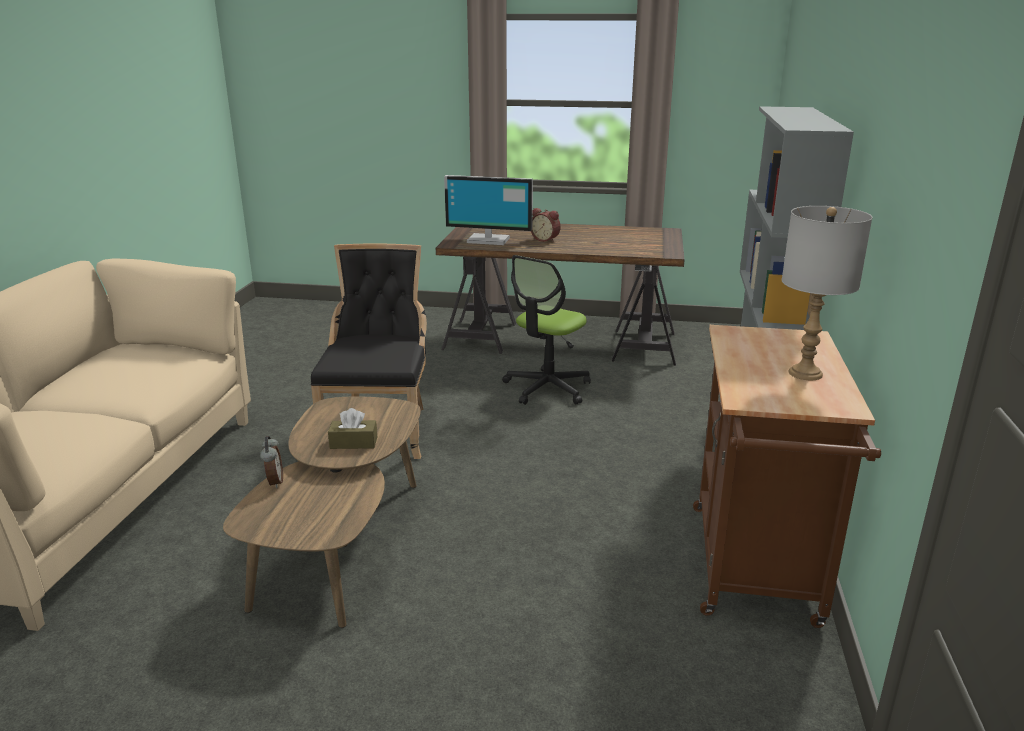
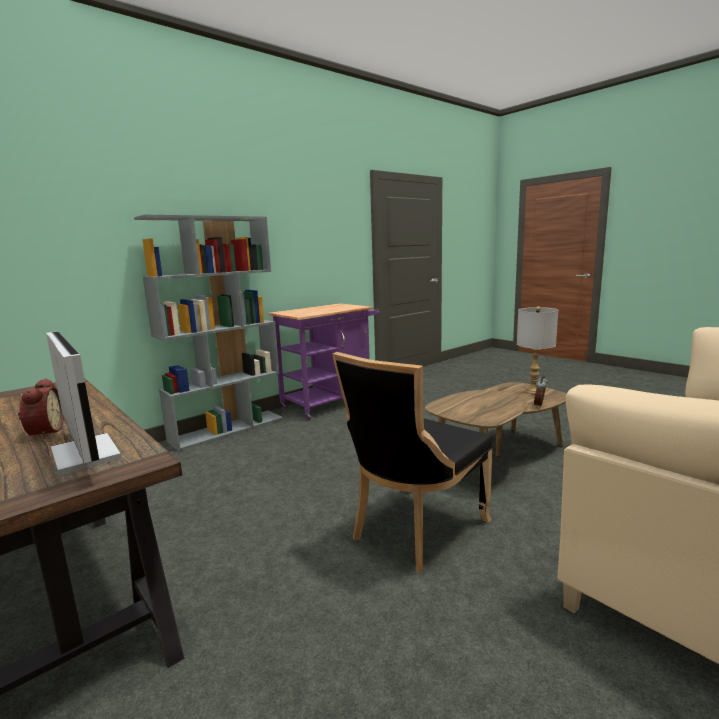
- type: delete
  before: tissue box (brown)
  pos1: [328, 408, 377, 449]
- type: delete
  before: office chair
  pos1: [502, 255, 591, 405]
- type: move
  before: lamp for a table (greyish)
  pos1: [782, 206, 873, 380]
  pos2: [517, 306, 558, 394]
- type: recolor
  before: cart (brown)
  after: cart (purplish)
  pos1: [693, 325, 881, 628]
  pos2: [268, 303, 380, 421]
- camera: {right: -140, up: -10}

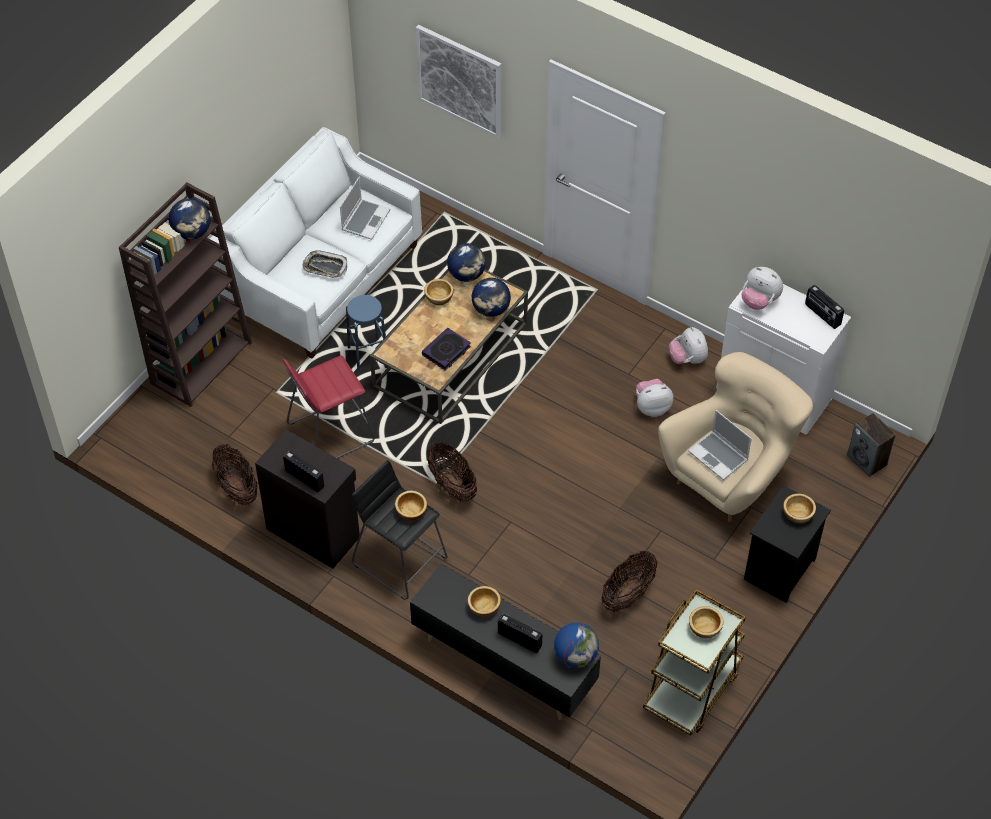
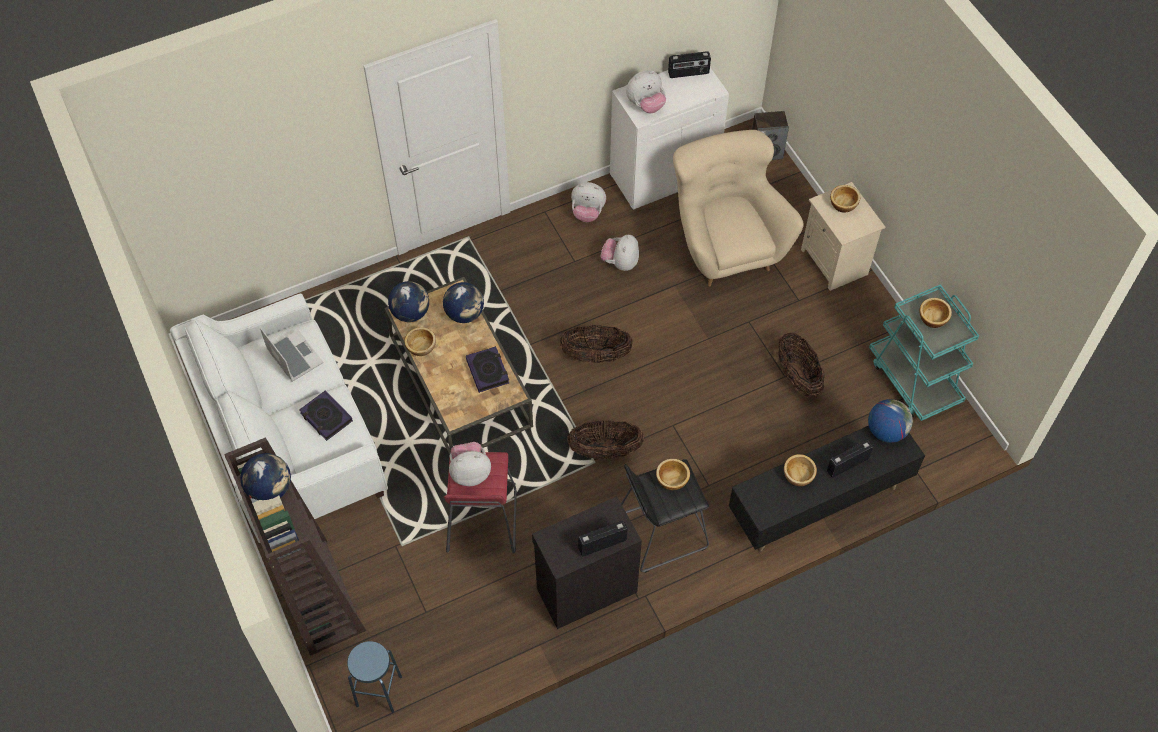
- type: delete
  before: wall art
  pos1: [416, 25, 501, 138]
- type: delete
  before: laptop
  pos1: [688, 410, 752, 480]
- type: insert
  after: soft toy
  pos2: [449, 442, 491, 486]
- type: move
  before: household basket
  pos1: [212, 444, 257, 506]
  pos2: [560, 325, 633, 363]
- type: move
  before: sitting stool (bluish)
  pos1: [346, 295, 386, 371]
  pos2: [347, 641, 402, 713]
- type: replace
  before: tray
  after: bound book
  pos1: [302, 250, 347, 278]
  pos2: [299, 390, 353, 441]
- type: recolor
  before: cart (brown)
  after: cart (turquoise)
  pos1: [643, 589, 746, 736]
  pos2: [869, 284, 979, 421]
- type: recolor
  before: nightstand (black-coloured)
  after: nightstand (beige)
  pos1: [744, 485, 831, 603]
  pos2: [801, 182, 885, 291]
- camera: {right: -60, up: 5}

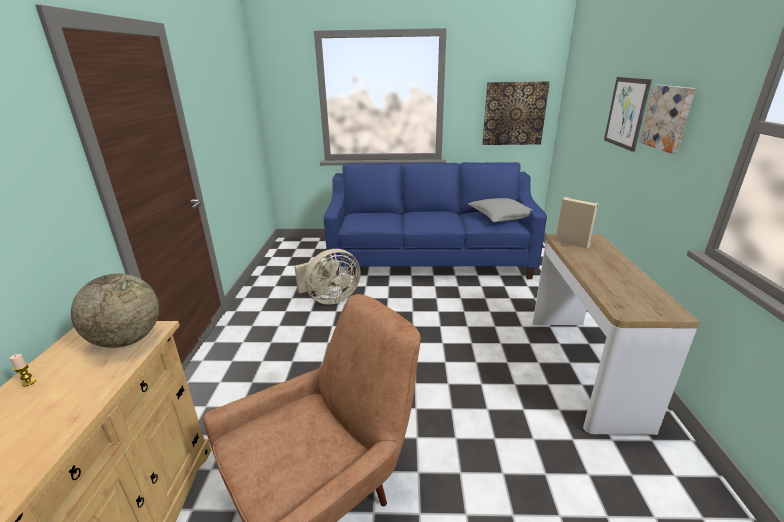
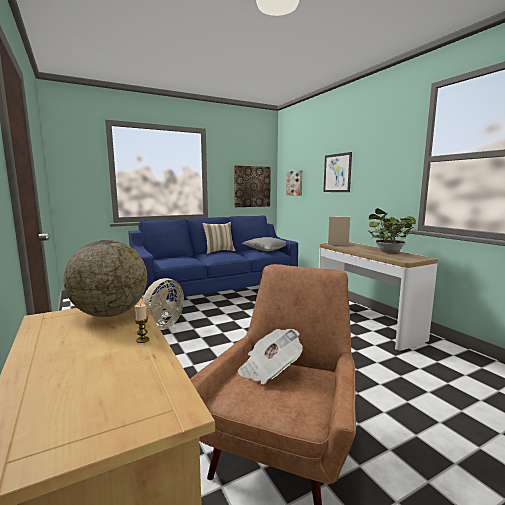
- type: insert
  after: pillow (beige)
  pos2: [202, 222, 236, 254]
- type: insert
  after: printed paper
  pos2: [238, 329, 303, 384]
- type: insert
  after: potted plant
  pos2: [367, 208, 416, 253]
- type: move
  before: wax candle
  pos1: [9, 354, 36, 387]
  pos2: [135, 304, 149, 343]
- type: move
  before: wall art
  pos1: [640, 85, 696, 153]
  pos2: [286, 170, 303, 196]
- camera: {right: -30, up: -15}

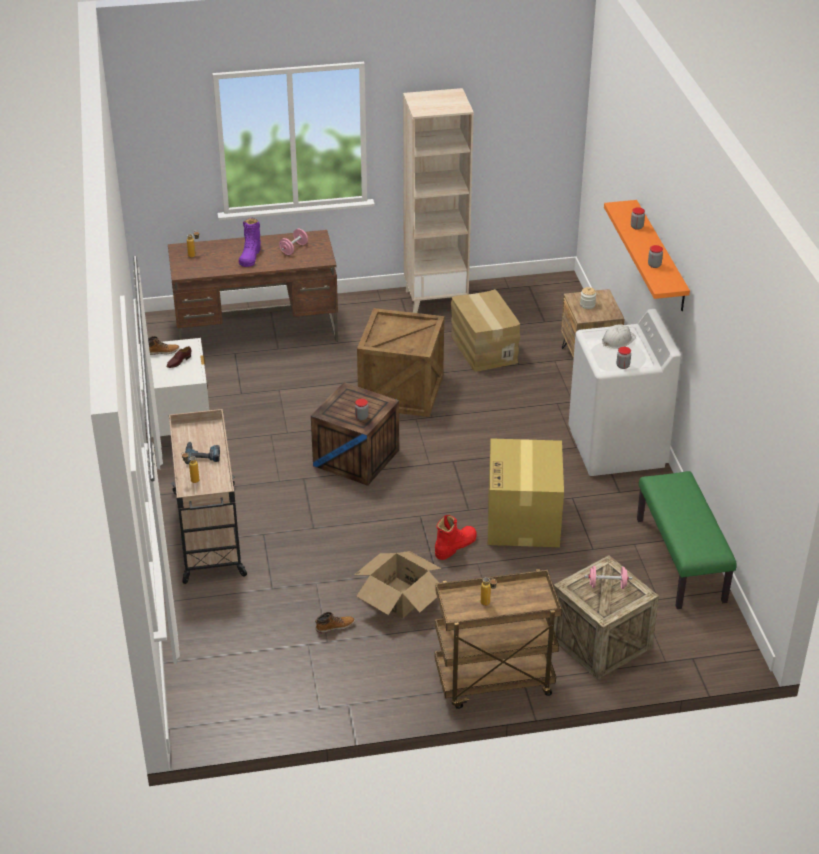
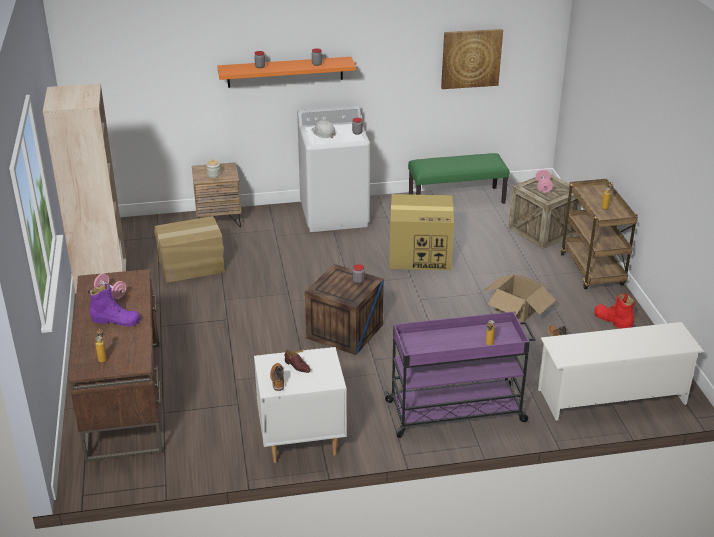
- type: delete
  before: electric drill
  pos1: [185, 442, 220, 464]
- type: delete
  before: packing crate
  pos1: [357, 308, 444, 417]
- type: insert
  after: wall art
  pos2: [441, 29, 503, 89]
- type: insert
  after: shoe shelf (whitish)
  pos2: [538, 322, 704, 420]
- type: move
  before: boot (red)
  pos1: [435, 515, 477, 560]
  pos2: [594, 294, 636, 329]
- type: recolor
  before: cart (beige)
  after: cart (purplish)
  pos1: [169, 409, 247, 584]
  pos2: [384, 312, 536, 438]
- camera: {right: -90, up: -5}

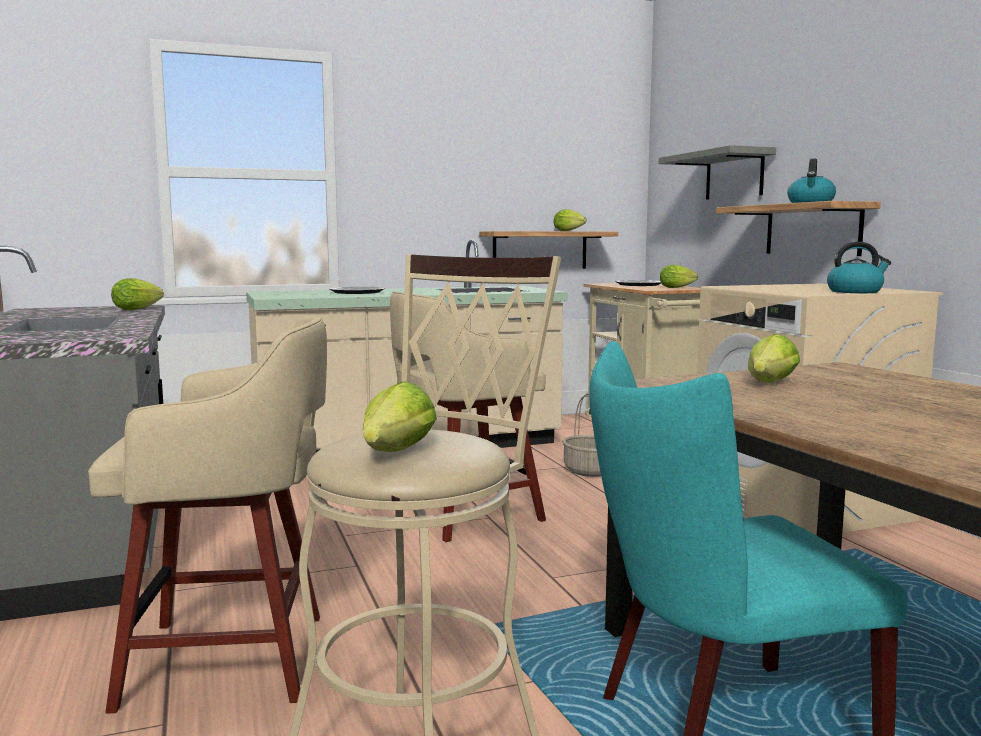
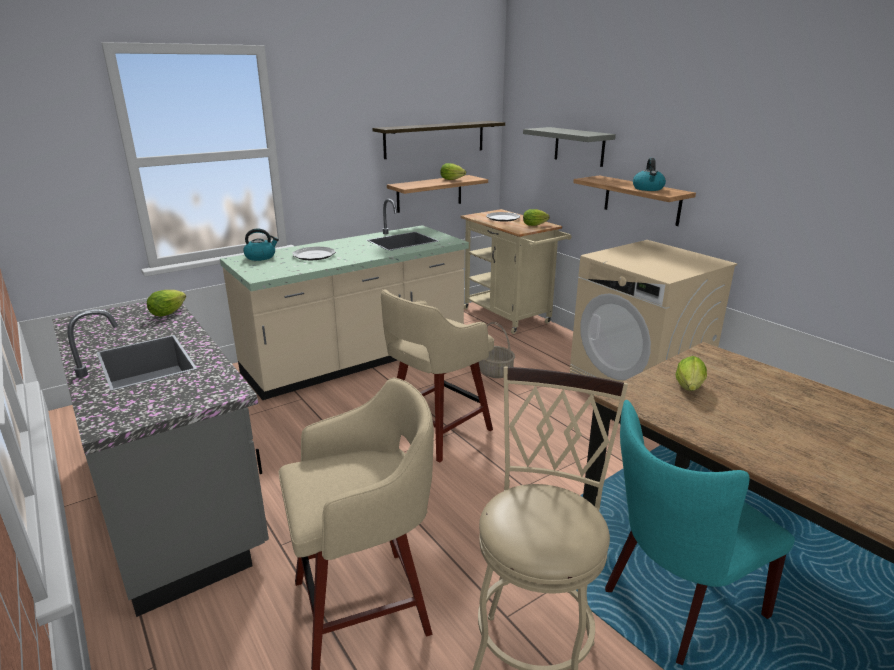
- type: delete
  before: lettuce head
  pos1: [363, 381, 437, 452]
- type: insert
  after: bracket shelf
  pos2: [372, 121, 505, 159]
- type: move
  before: kettle
  pos1: [827, 242, 891, 293]
  pos2: [243, 228, 279, 261]
- camera: {right: -15, up: 15}

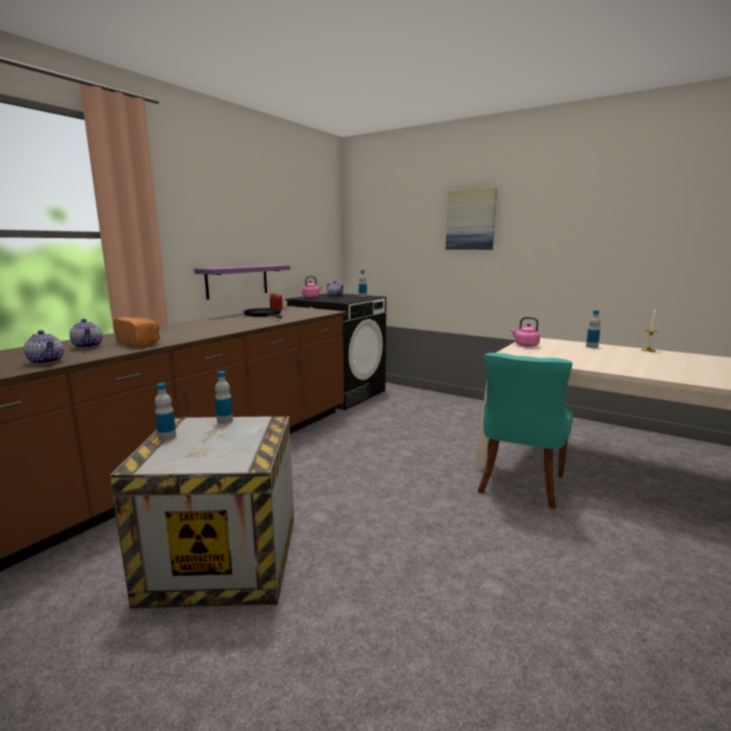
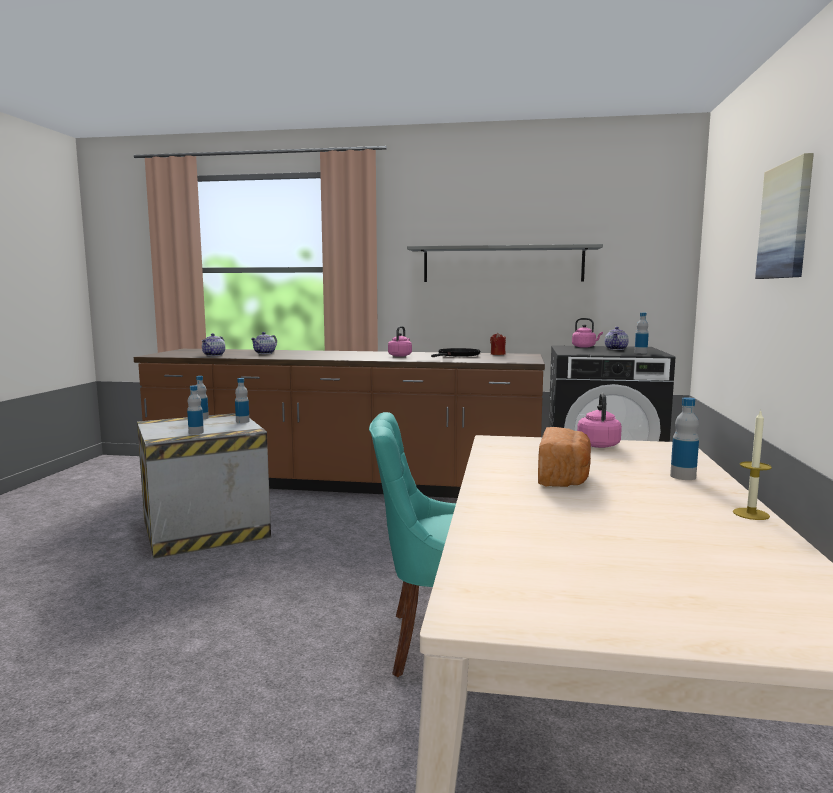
- type: delete
  before: bracket shelf (purplish)
  pos1: [194, 265, 290, 300]
- type: insert
  after: drink bottle
  pos2: [187, 385, 204, 434]
- type: insert
  after: kettle (pink-coloured)
  pos2: [388, 326, 412, 357]
- type: insert
  after: bracket shelf (greyish)
  pos2: [407, 244, 603, 282]
- type: move
  before: baked bread
  pos1: [114, 317, 160, 347]
  pos2: [538, 427, 591, 487]
- camera: {right: 65, up: -5}

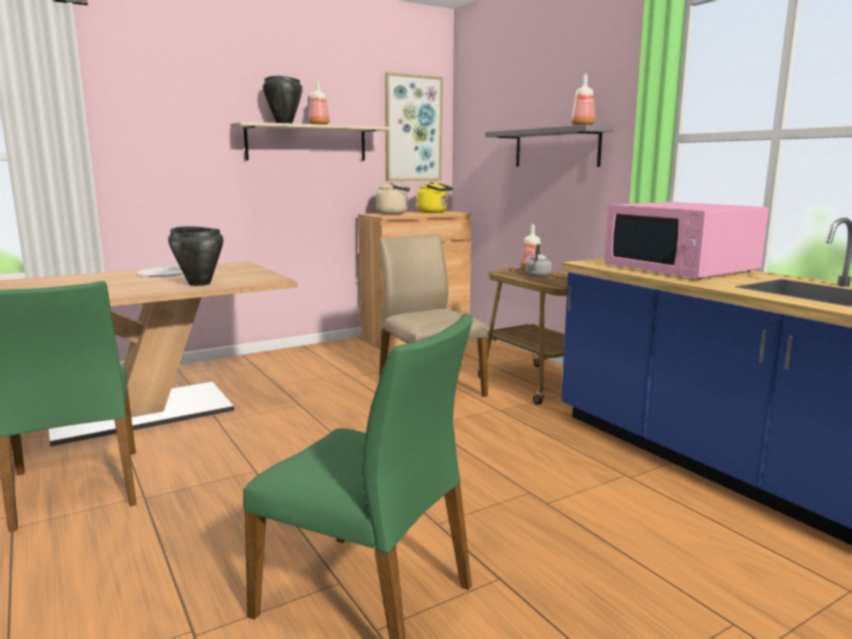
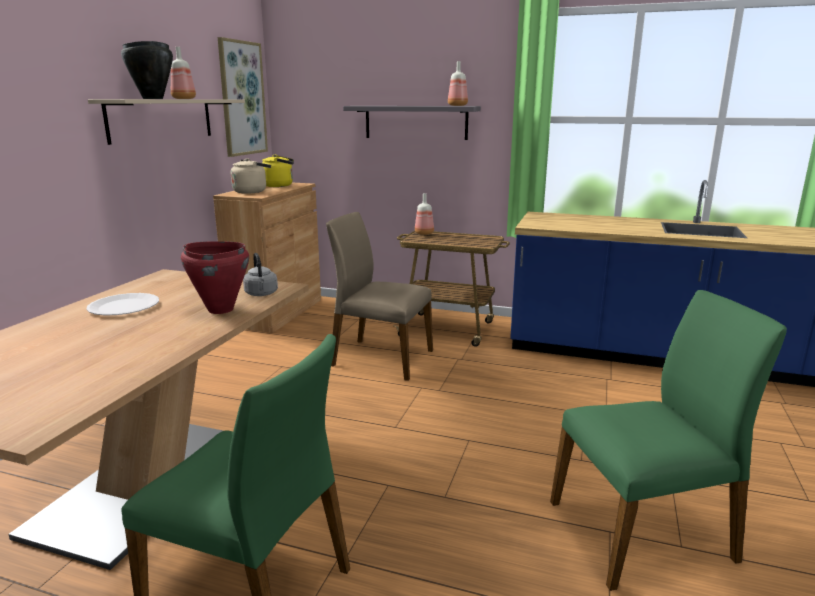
- type: delete
  before: microwave oven (pink-coloured)
  pos1: [604, 202, 769, 279]
- type: move
  before: kettle (greyish)
  pos1: [525, 244, 552, 277]
  pos2: [243, 253, 278, 296]
- type: recolor
  before: saucepot (black-coloured)
  after: saucepot (red)
  pos1: [168, 226, 223, 286]
  pos2: [181, 241, 249, 314]
- camera: {right: -40, up: 5}

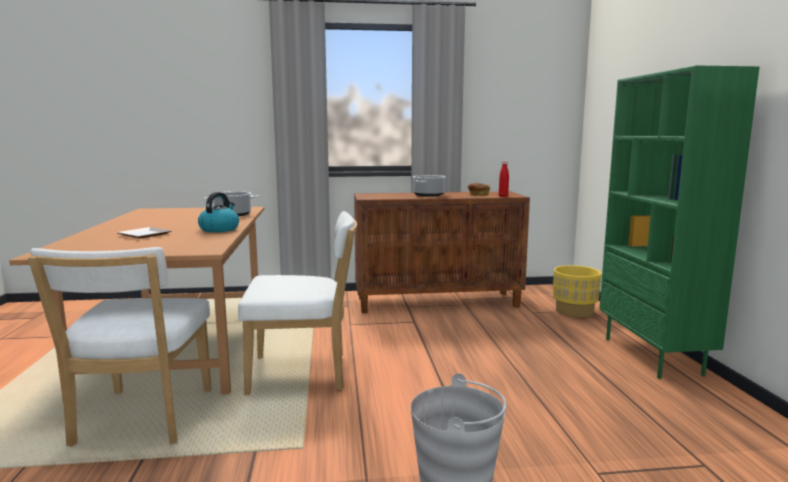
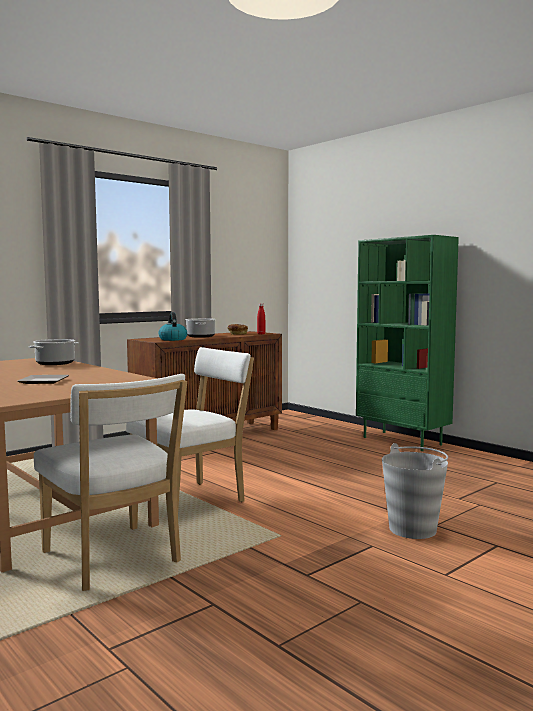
- type: delete
  before: plant pot (yellowish)
  pos1: [553, 265, 602, 318]
- type: move
  before: kettle
  pos1: [198, 192, 239, 232]
  pos2: [159, 312, 187, 341]
- camera: {right: -35, up: -5}

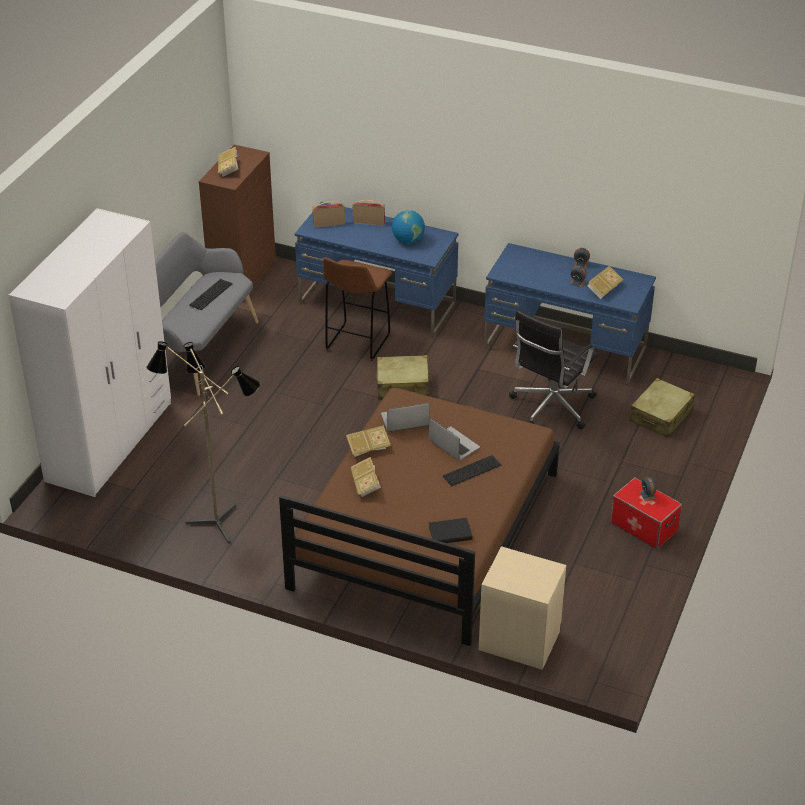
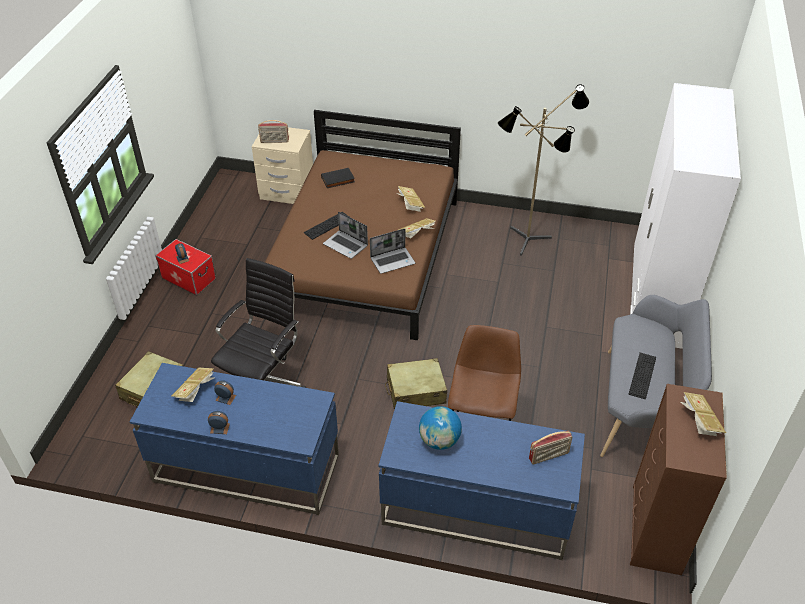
- type: move
  before: radio set
  pos1: [352, 200, 385, 226]
  pos2: [258, 120, 289, 143]
- camera: {right: 170, up: 5}

